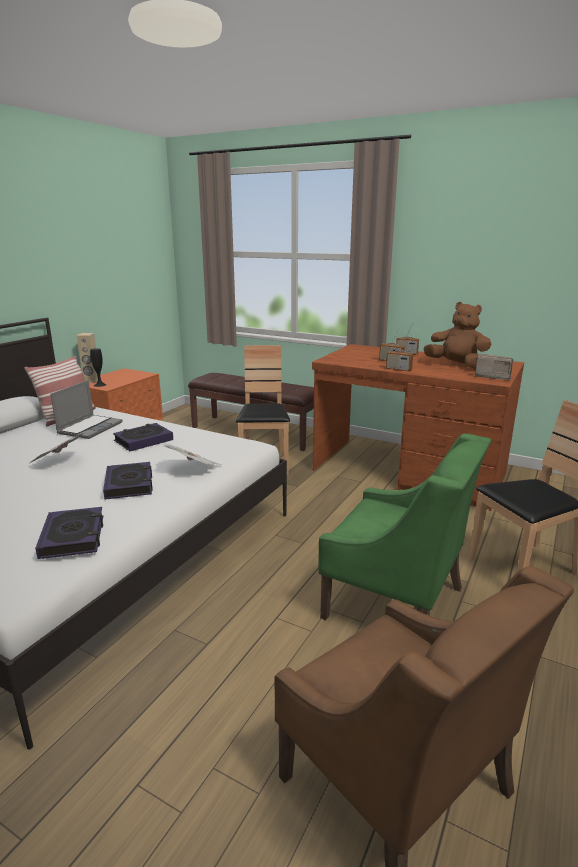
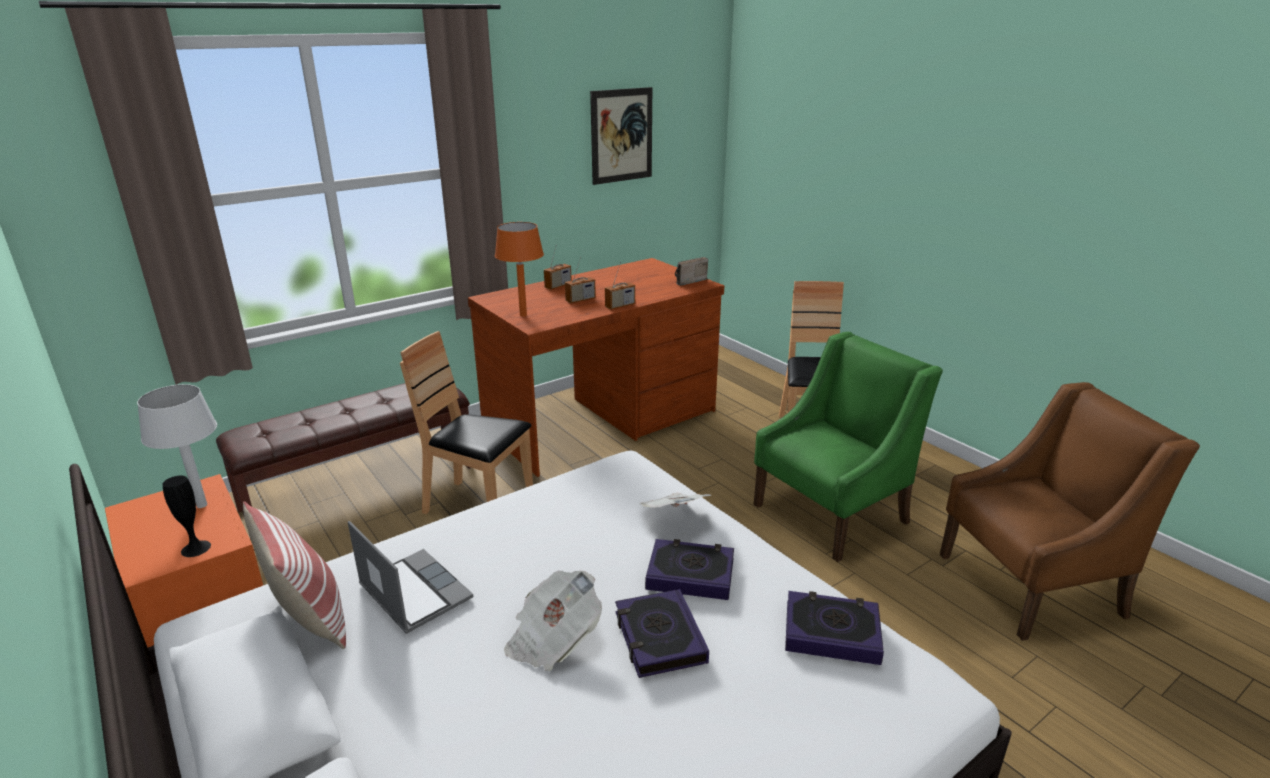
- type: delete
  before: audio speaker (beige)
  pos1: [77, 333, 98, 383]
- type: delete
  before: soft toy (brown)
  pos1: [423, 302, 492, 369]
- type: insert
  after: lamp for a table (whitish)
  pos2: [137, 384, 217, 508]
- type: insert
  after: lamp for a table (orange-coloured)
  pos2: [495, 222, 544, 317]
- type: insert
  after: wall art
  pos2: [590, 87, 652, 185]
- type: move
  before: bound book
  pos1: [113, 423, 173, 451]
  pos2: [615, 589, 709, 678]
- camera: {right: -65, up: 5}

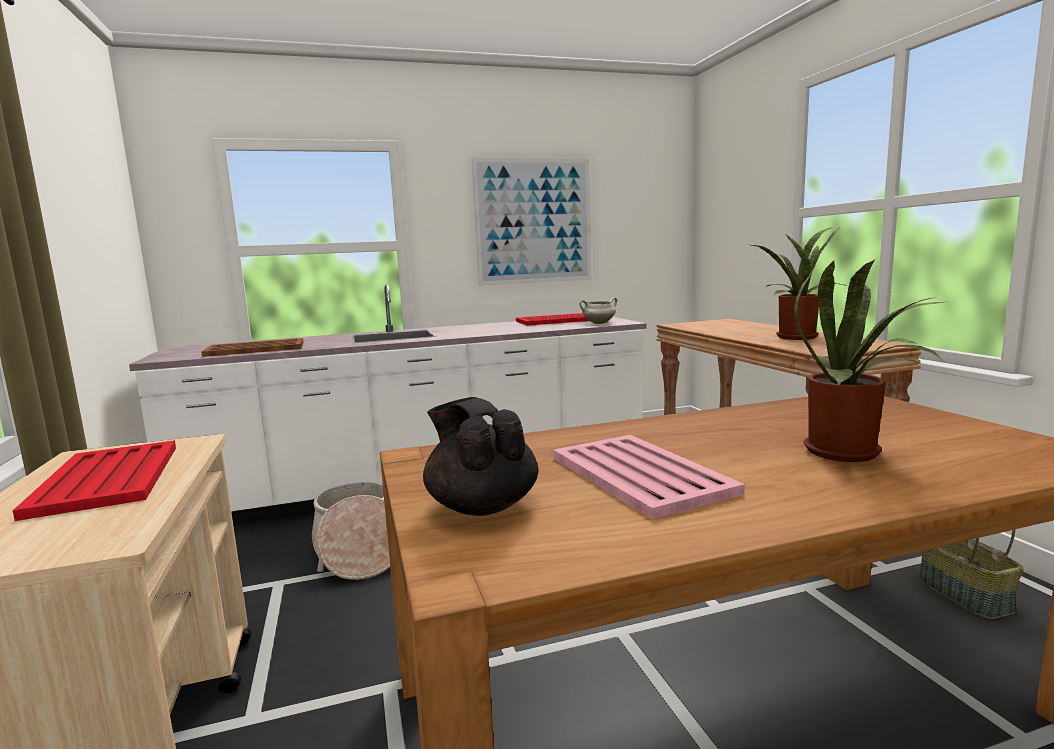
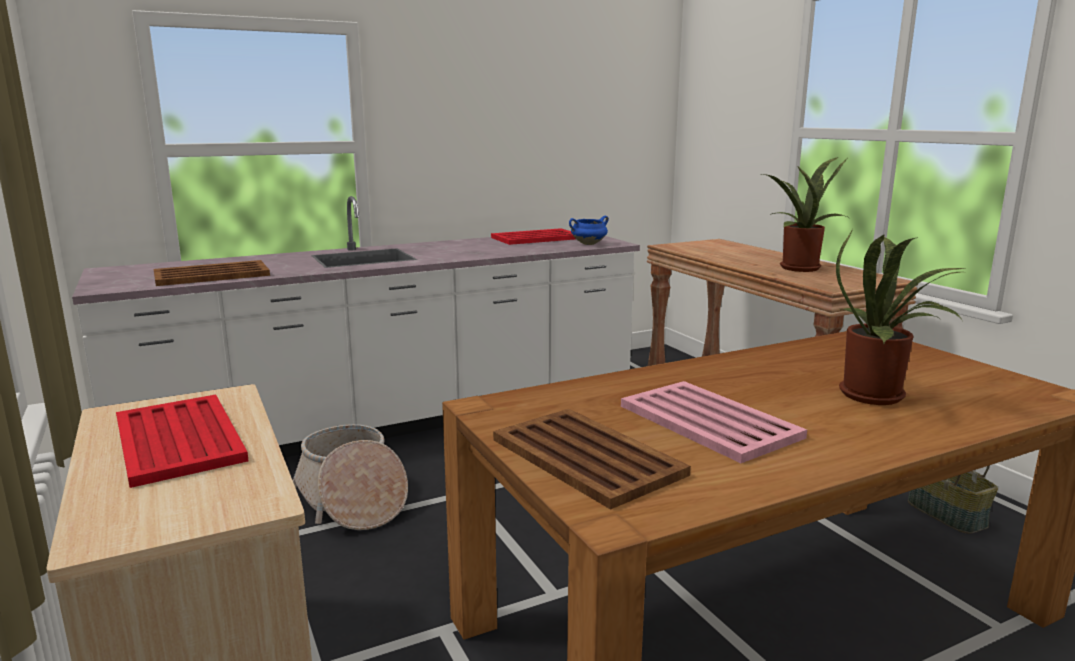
- type: delete
  before: wall art
  pos1: [472, 158, 592, 286]
- type: replace
  before: tea pot (black-coloured)
  after: tray (brown)
  pos1: [423, 397, 539, 516]
  pos2: [493, 409, 691, 510]
- type: recolor
  before: saucepot (whitish)
  after: saucepot (bluish)
  pos1: [579, 297, 618, 324]
  pos2: [569, 216, 609, 245]
- camera: {right: -10, up: 5}

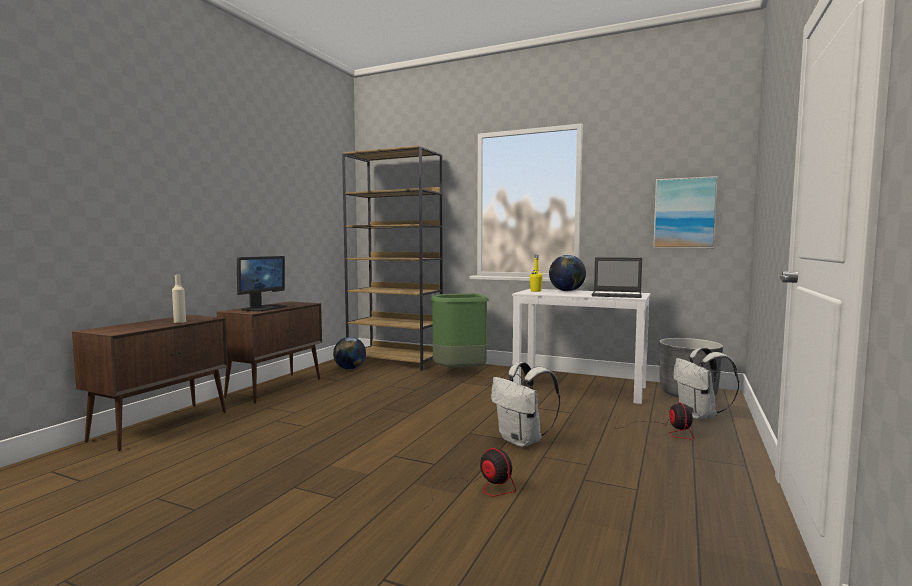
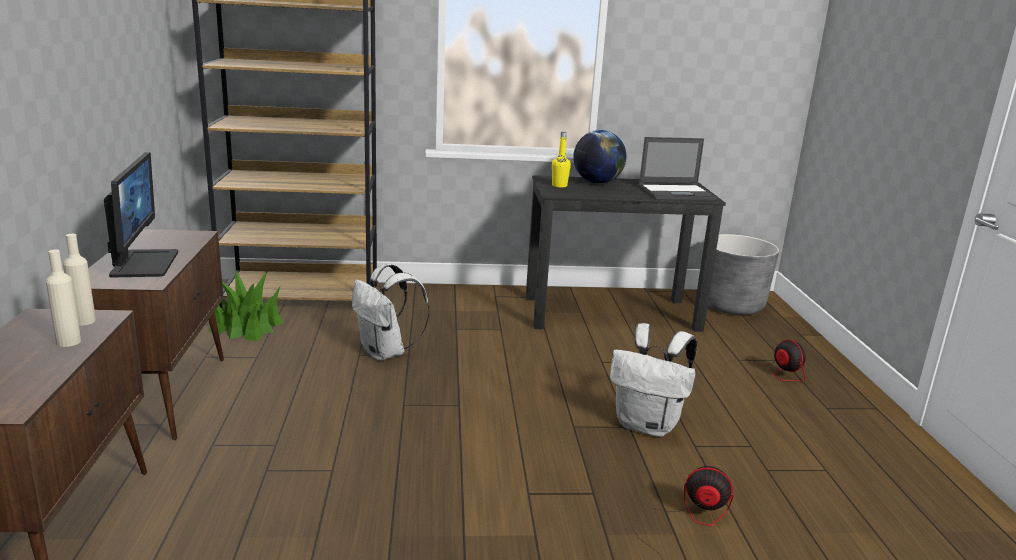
- type: delete
  before: waste bin (green-coloured)
  pos1: [431, 293, 489, 368]
- type: delete
  before: wall art
  pos1: [653, 176, 718, 248]
- type: insert
  after: drink bottle (beige)
  pos2: [63, 234, 96, 326]
- type: move
  before: knapsack (whitish)
  pos1: [673, 347, 739, 419]
  pos2: [352, 264, 430, 361]
- type: replace
  before: world globe
  after: potted plant
  pos1: [333, 337, 366, 370]
  pos2: [208, 268, 284, 341]
- type: recolor
  before: desk (whitish)
  after: desk (black-coloured)
  pos1: [512, 289, 651, 404]
  pos2: [526, 175, 726, 332]
- camera: {right: -30, up: 15}

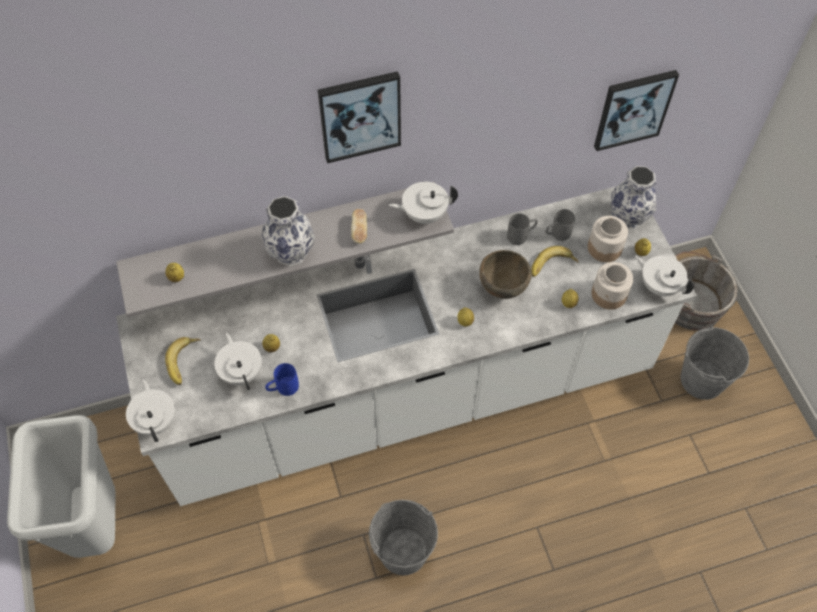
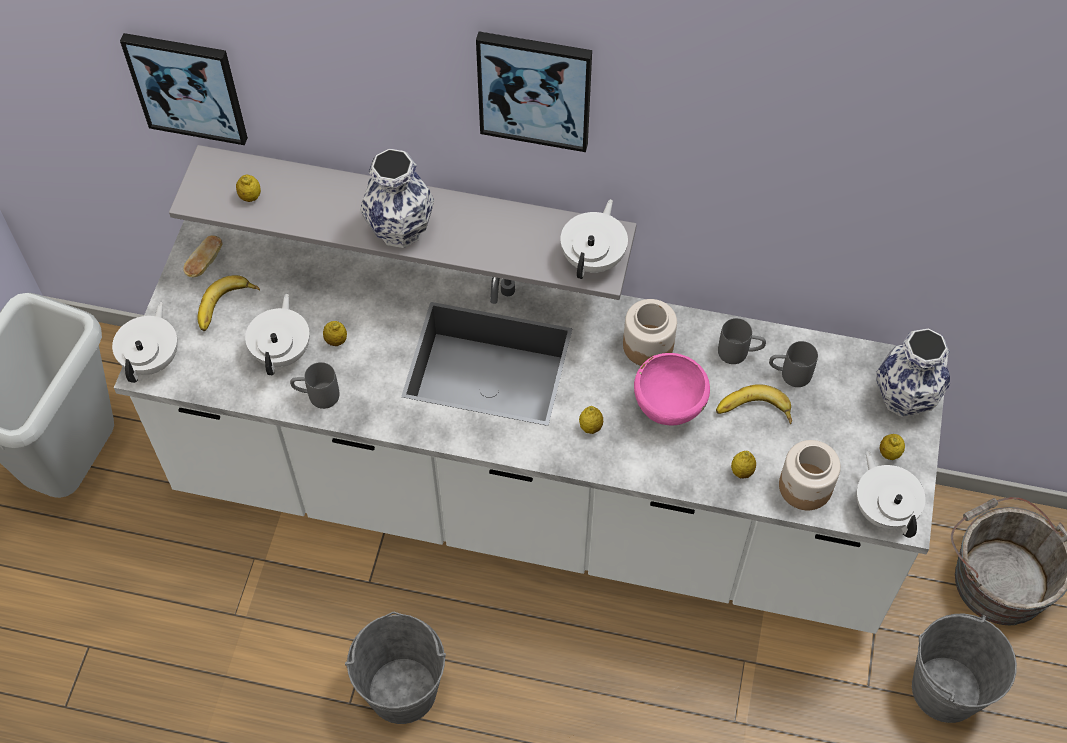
- type: move
  before: baked bread
  pos1: [351, 209, 367, 244]
  pos2: [183, 235, 222, 277]
- type: move
  before: storage jar
  pos1: [588, 216, 628, 262]
  pos2: [623, 299, 677, 366]
- type: move
  before: wall art
  pos1: [594, 70, 679, 151]
  pos2: [120, 33, 248, 145]
- type: recolor
  before: mug (bluish)
  after: mug (greyish)
  pos1: [265, 363, 299, 396]
  pos2: [290, 362, 339, 409]
- type: recolor
  before: bowl (brown)
  after: bowl (pink-coloured)
  pos1: [479, 250, 532, 299]
  pos2: [634, 353, 710, 425]
- type: rotate
  before: tea pot (whitish)
  pos1: [389, 182, 458, 224]
  pos2: [561, 199, 628, 279]
  turn: 90
- camera: {right: 30, up: 0}

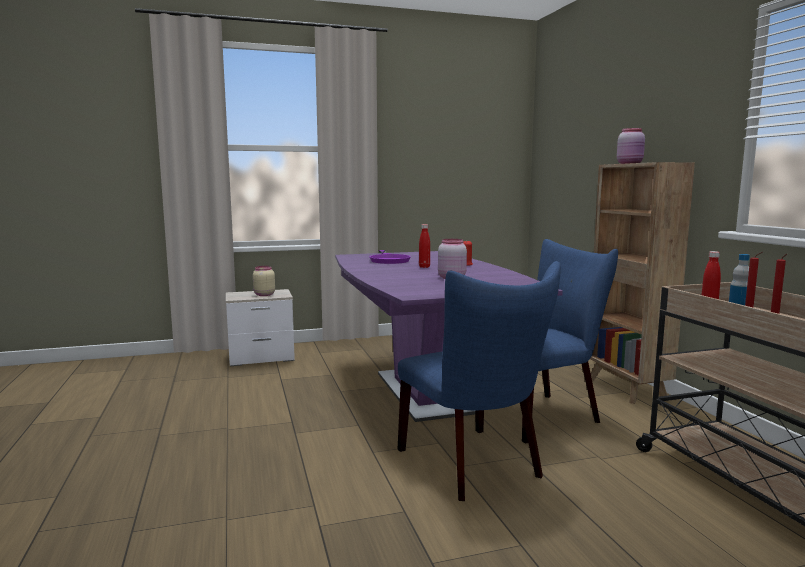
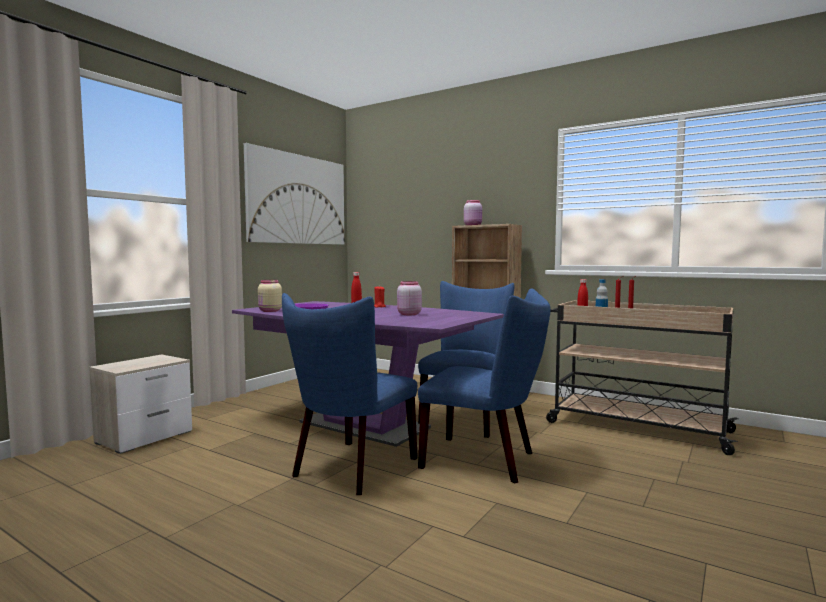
- type: insert
  after: wall art
  pos2: [244, 143, 344, 245]
- type: insert
  after: upright chair (bluish)
  pos2: [282, 293, 418, 495]
- type: move
  before: storage jar (beige)
  pos1: [253, 266, 275, 296]
  pos2: [258, 280, 282, 312]
- camera: {right: -40, up: -5}

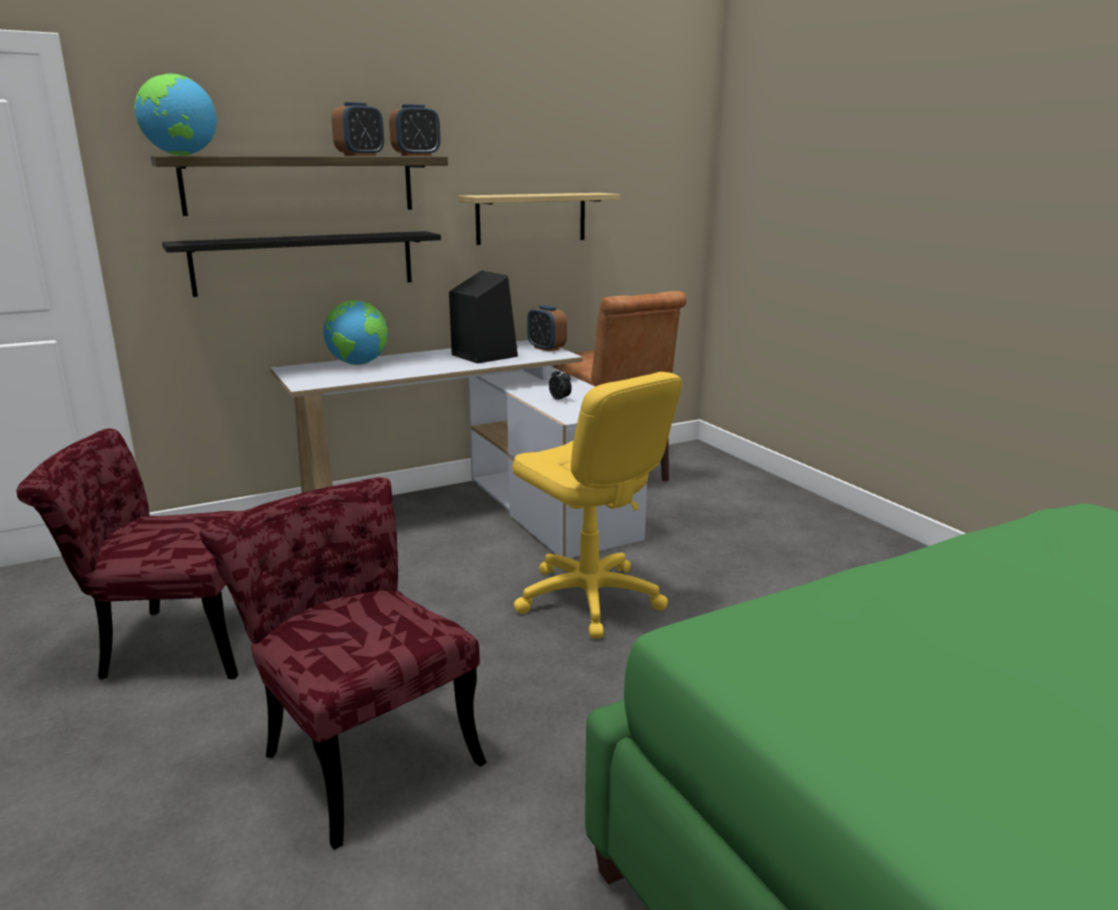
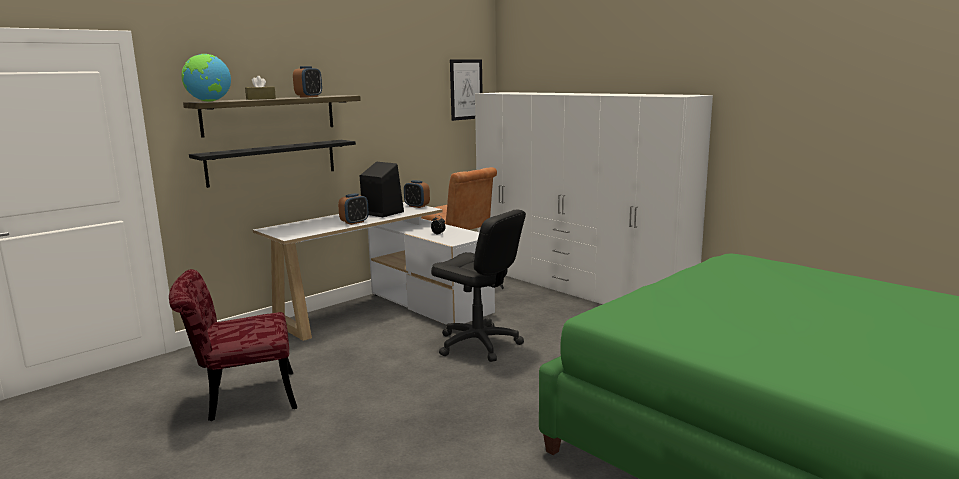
- type: delete
  before: upright chair (red)
  pos1: [199, 478, 487, 850]
- type: delete
  before: world globe
  pos1: [323, 300, 388, 365]
- type: delete
  before: bracket shelf
  pos1: [458, 193, 620, 245]
- type: insert
  after: tissue box (brown)
  pos2: [245, 76, 276, 100]
- type: insert
  after: wall art
  pos2: [450, 59, 483, 121]
- type: insert
  after: armoire (whitish)
  pos2: [475, 92, 713, 304]
- type: move
  before: alarm clock
  pos1: [389, 104, 441, 156]
  pos2: [338, 193, 369, 225]
- type: recolor
  before: office chair (yellowish)
  after: office chair (black-coloured)
  pos1: [512, 372, 682, 638]
  pos2: [431, 210, 526, 362]
- camera: {right: -15, up: -5}

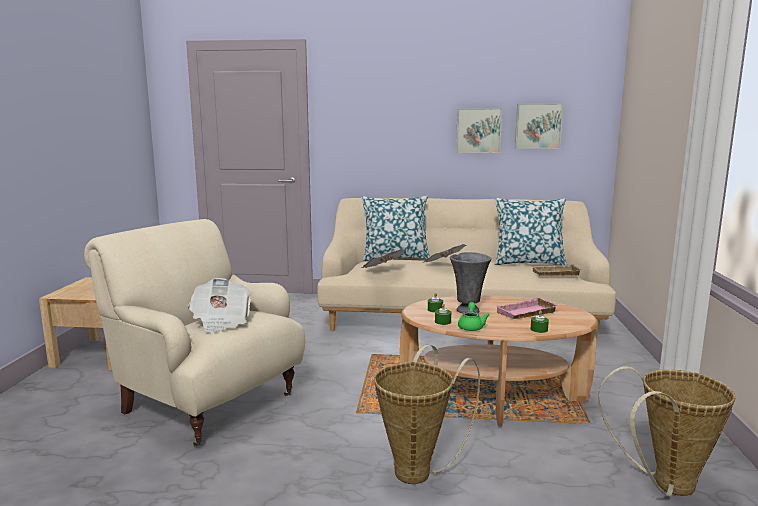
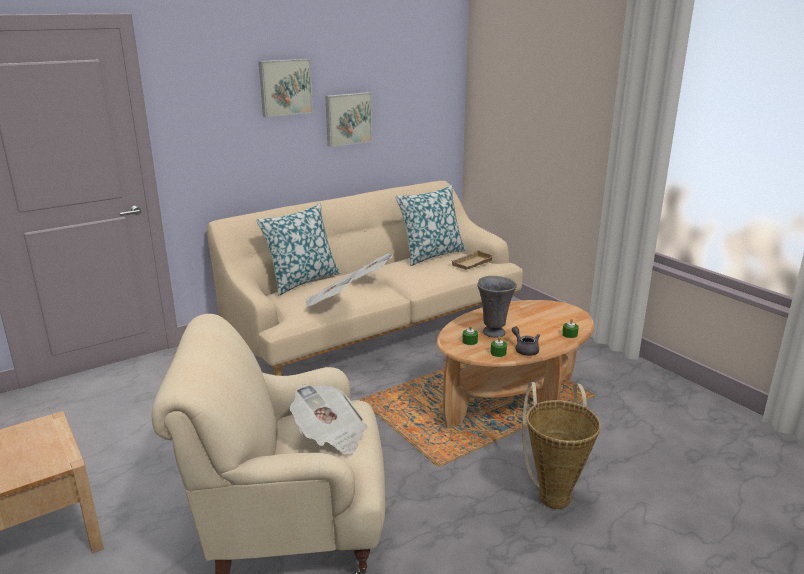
- type: delete
  before: tray (pink-coloured)
  pos1: [497, 297, 559, 319]
- type: delete
  before: household basket
  pos1: [598, 366, 736, 497]
- type: move
  before: wall art
  pos1: [515, 103, 564, 149]
  pos2: [259, 59, 313, 117]
- type: recolor
  before: tea pot (green-coloured)
  after: tea pot (greyish)
  pos1: [458, 302, 489, 331]
  pos2: [512, 327, 540, 356]
- camera: {right: -40, up: 10}

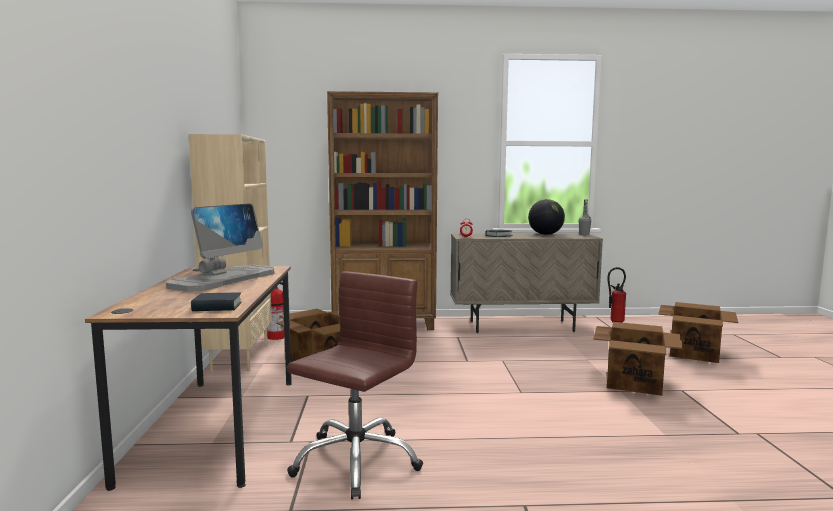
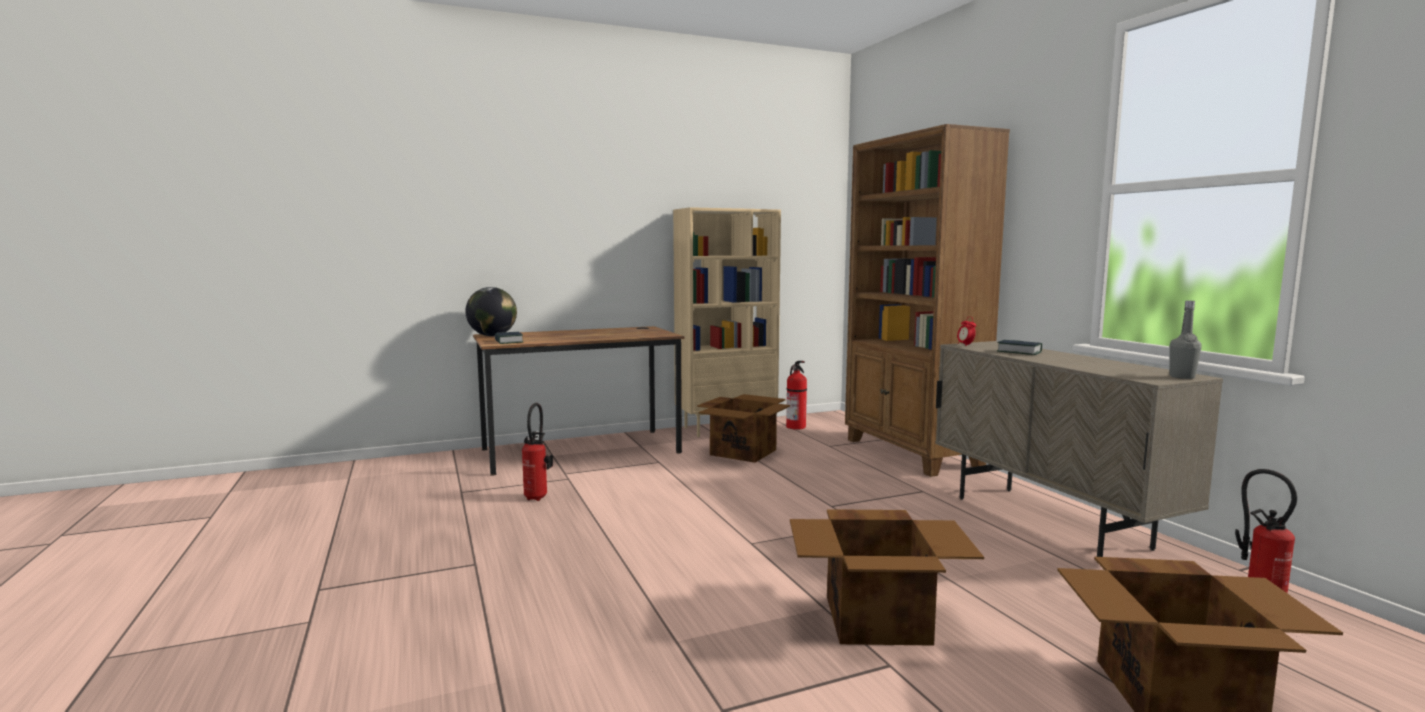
- type: delete
  before: monitor
  pos1: [166, 203, 274, 292]
- type: move
  before: world globe
  pos1: [528, 199, 565, 235]
  pos2: [465, 287, 517, 336]
- type: replace
  before: office chair (brown)
  after: extinguisher
  pos1: [287, 271, 423, 499]
  pos2: [522, 403, 553, 501]
- camera: {right: 70, up: 0}

